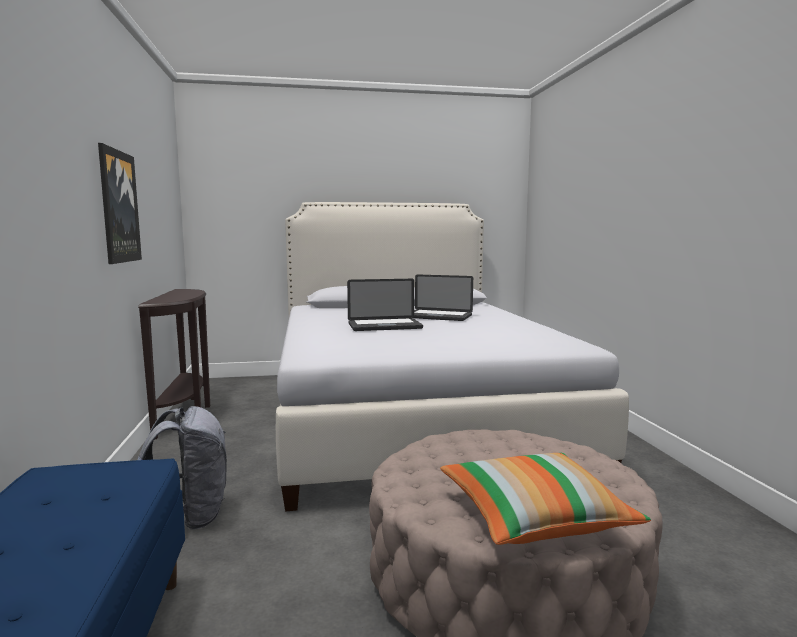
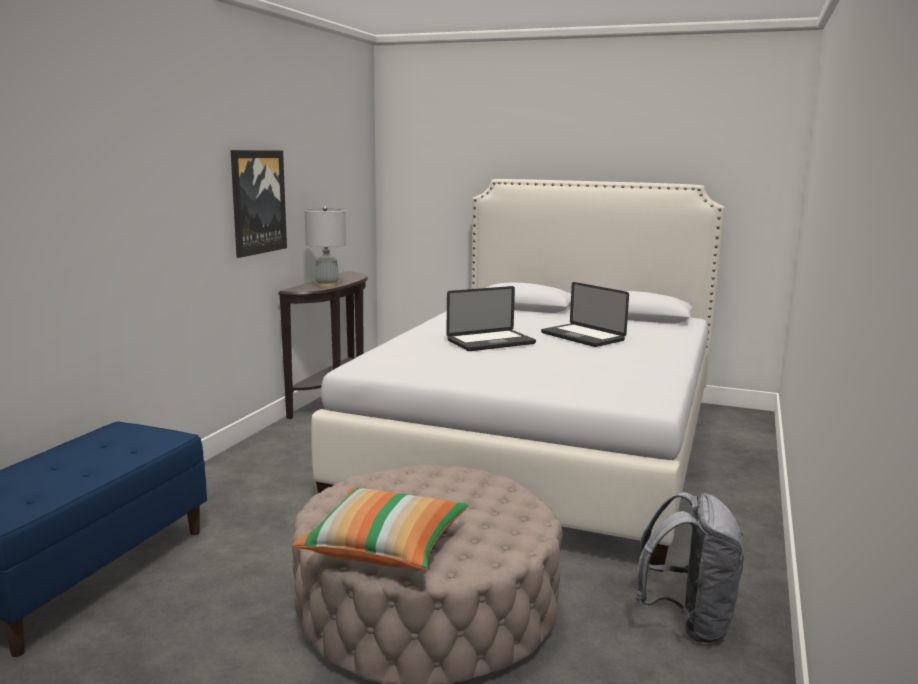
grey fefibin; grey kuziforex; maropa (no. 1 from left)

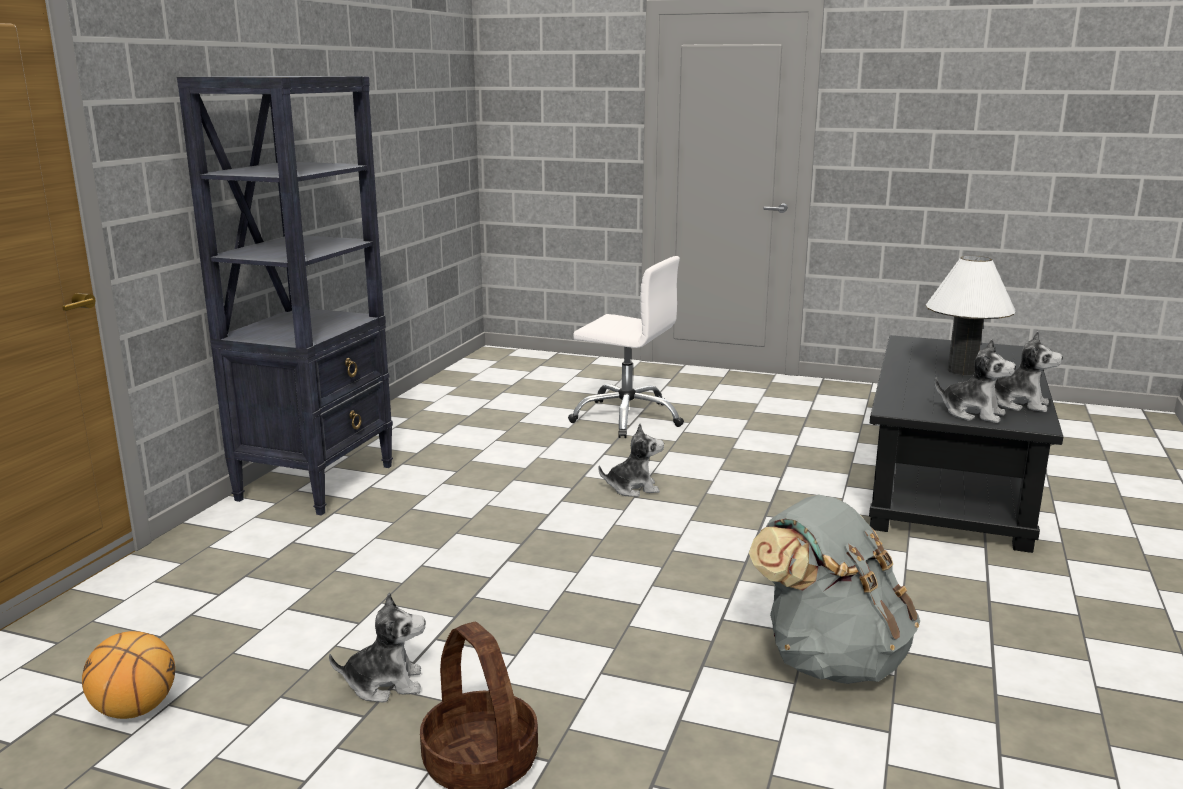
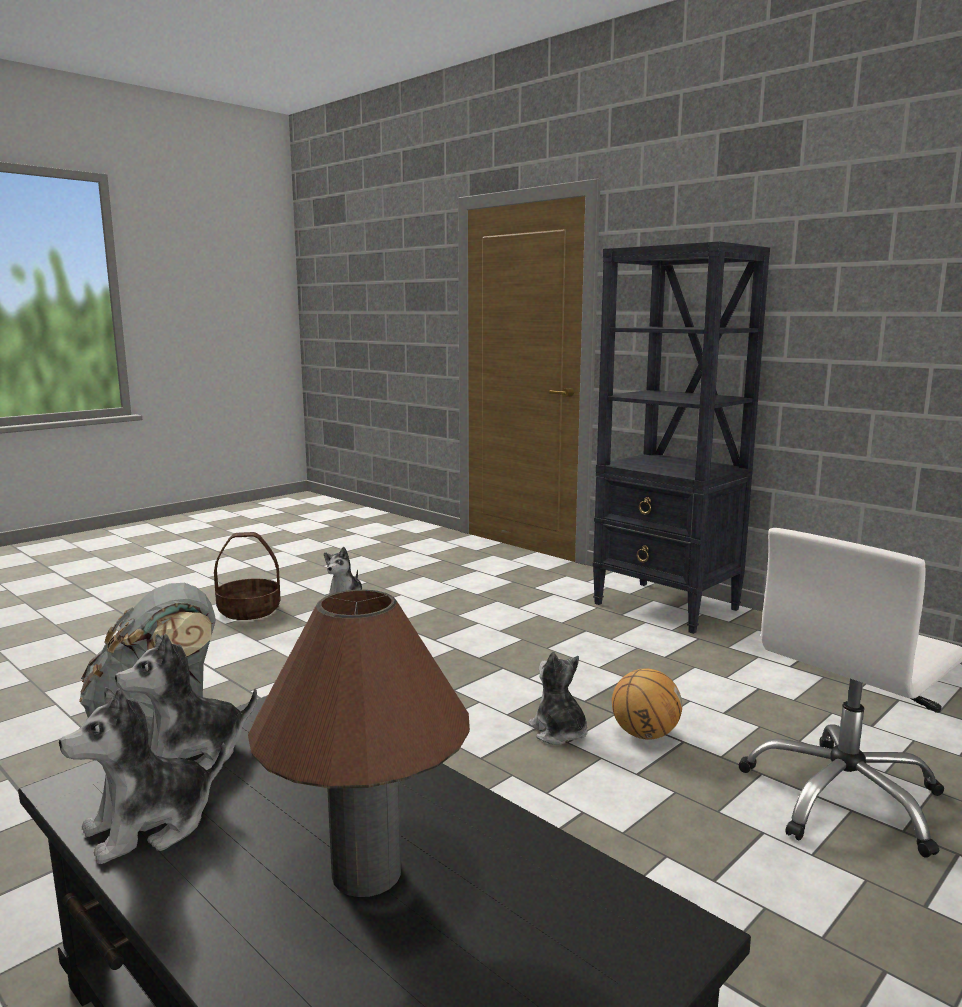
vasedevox; brown fefibin; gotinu (no. 4 from left)

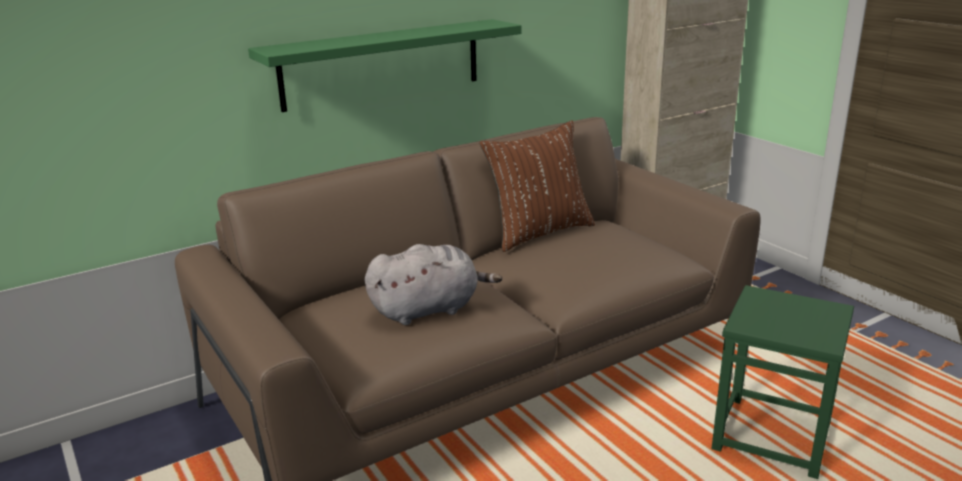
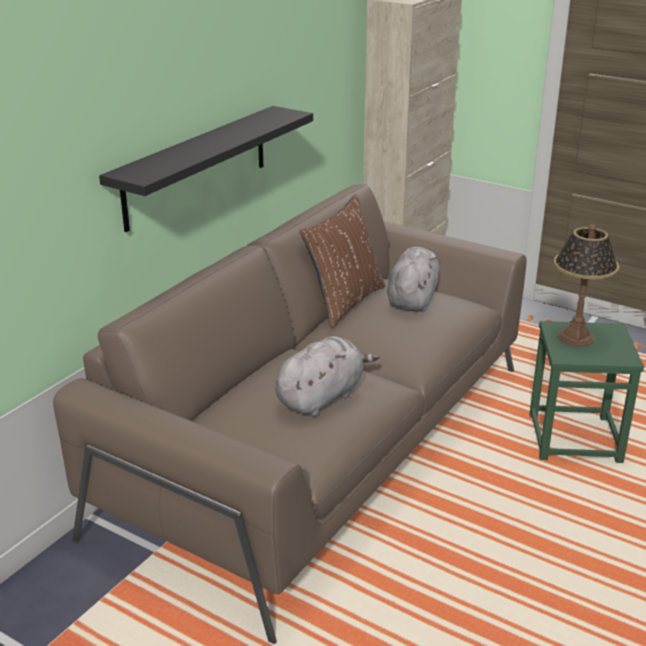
grey gotinu (no. 2 from left); fefibin; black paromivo

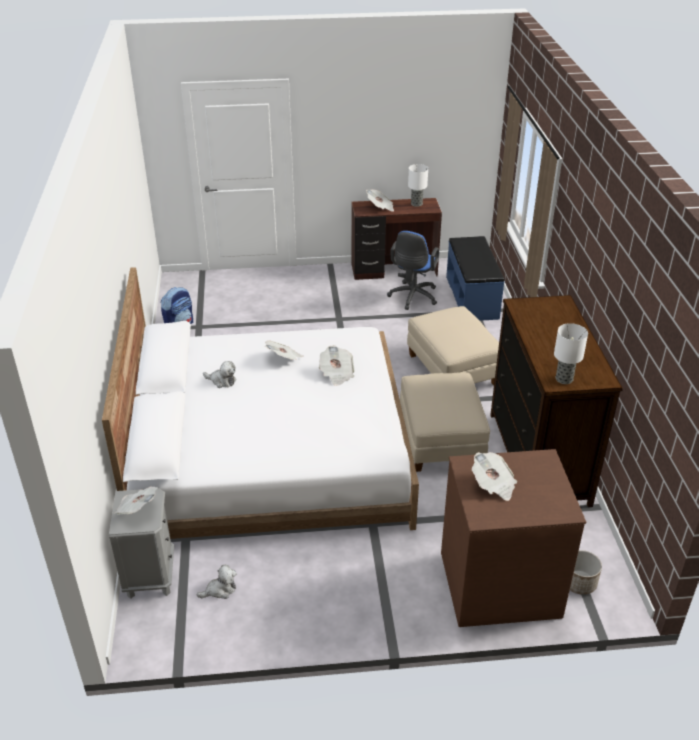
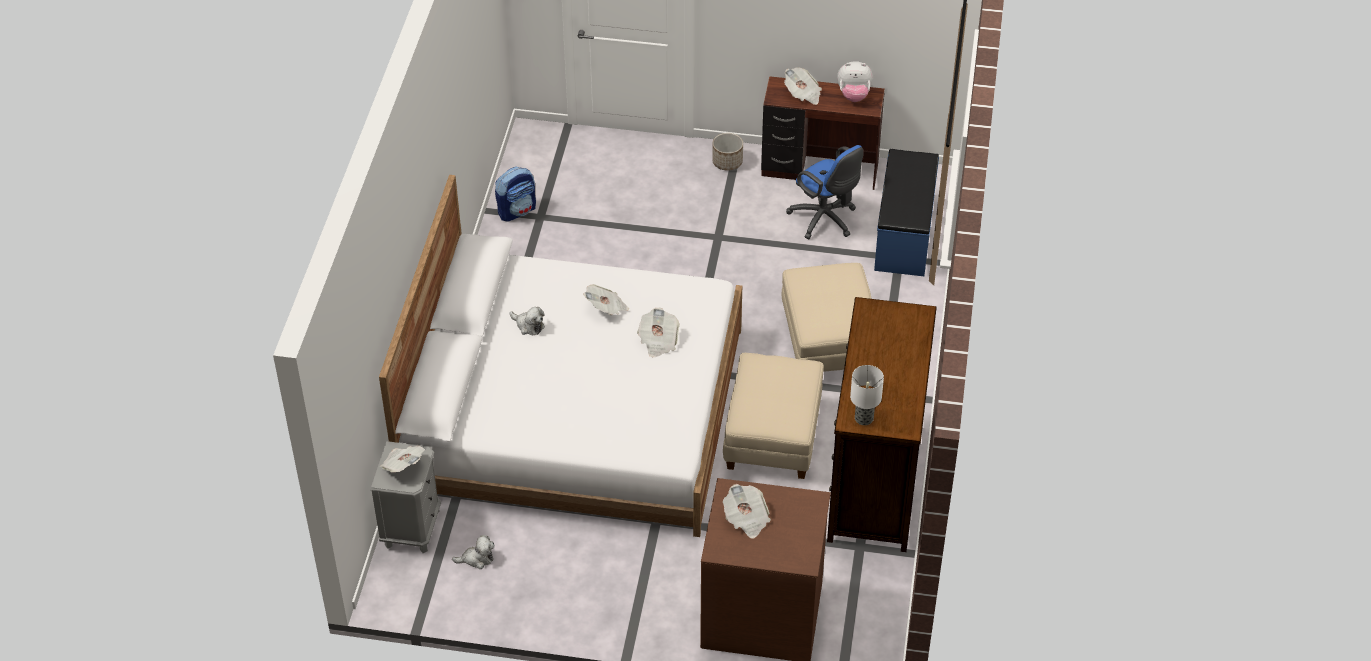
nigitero; gotinu (no. 3 from left); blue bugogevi

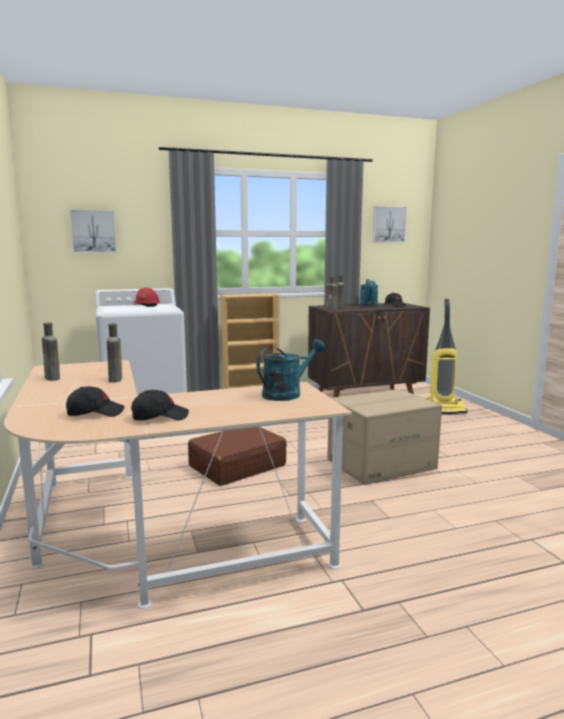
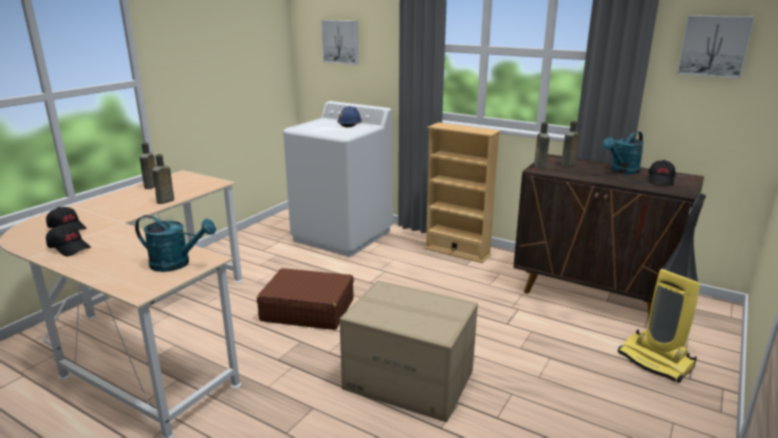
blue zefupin

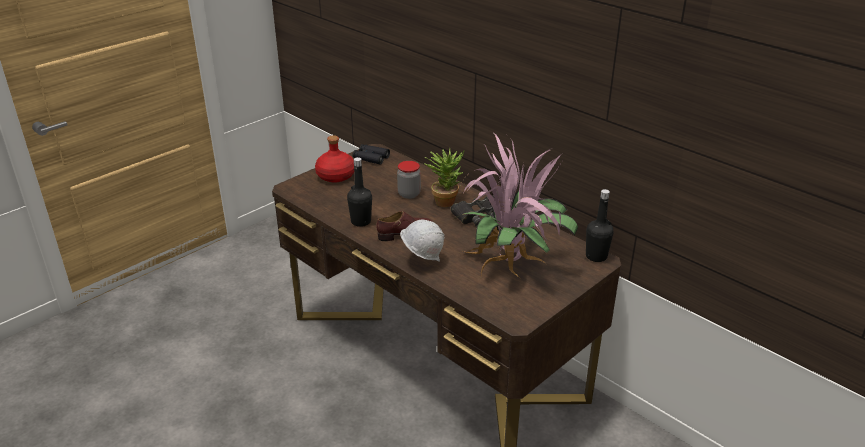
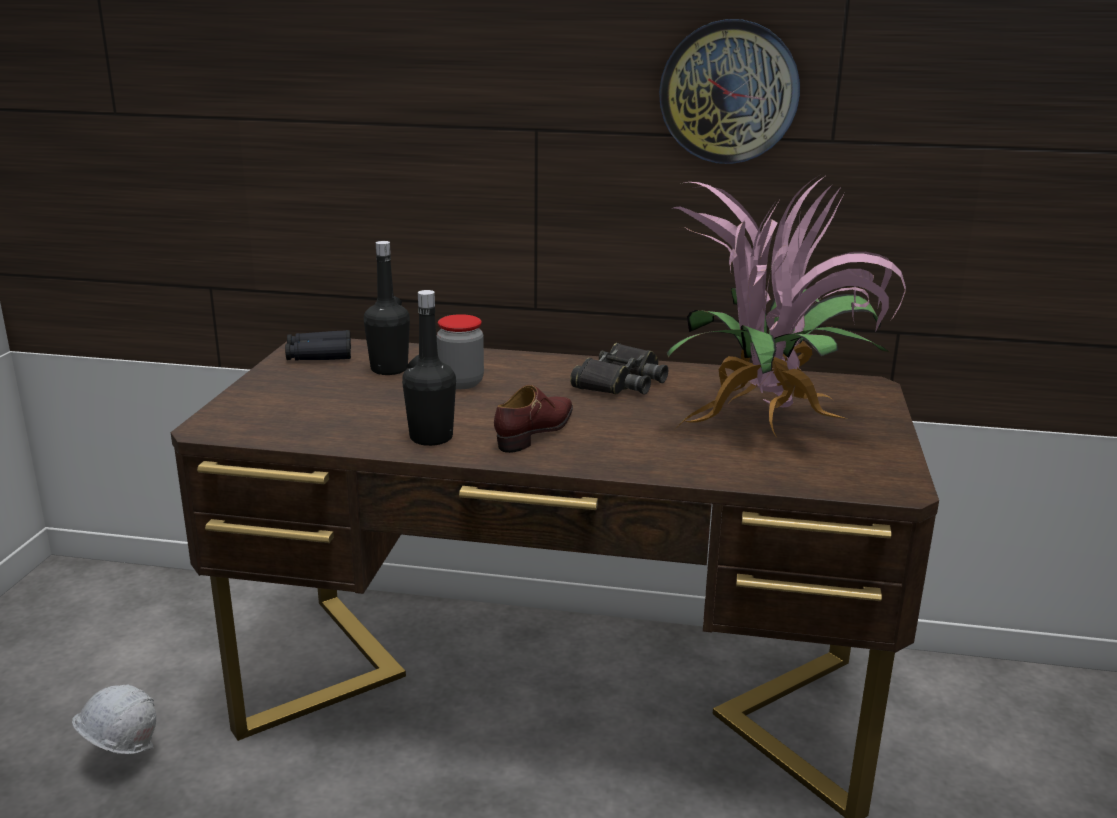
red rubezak; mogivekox (no. 1 from left in the first image); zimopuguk; white zefupin; black rubezak (no. 1 from left)

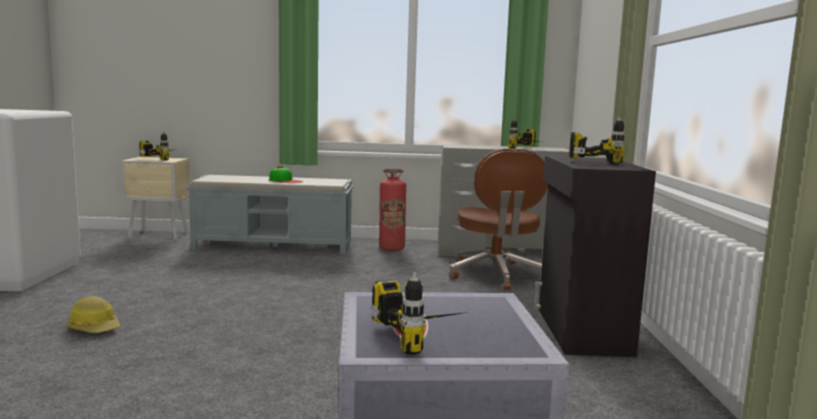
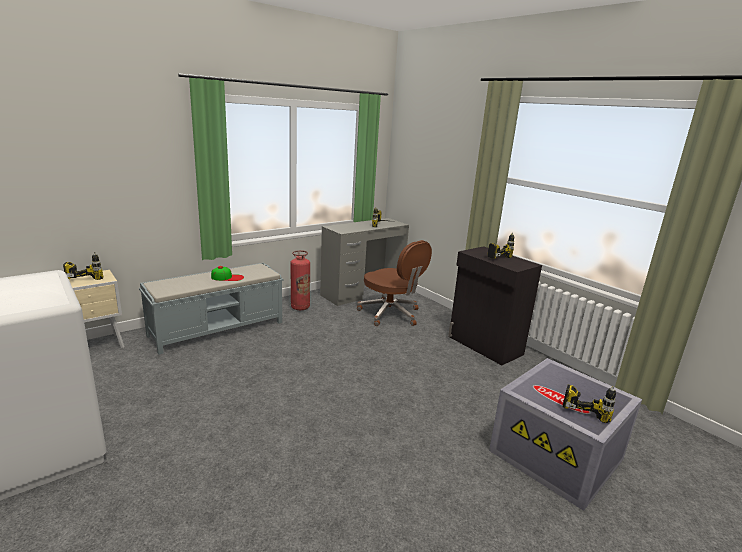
zefupin

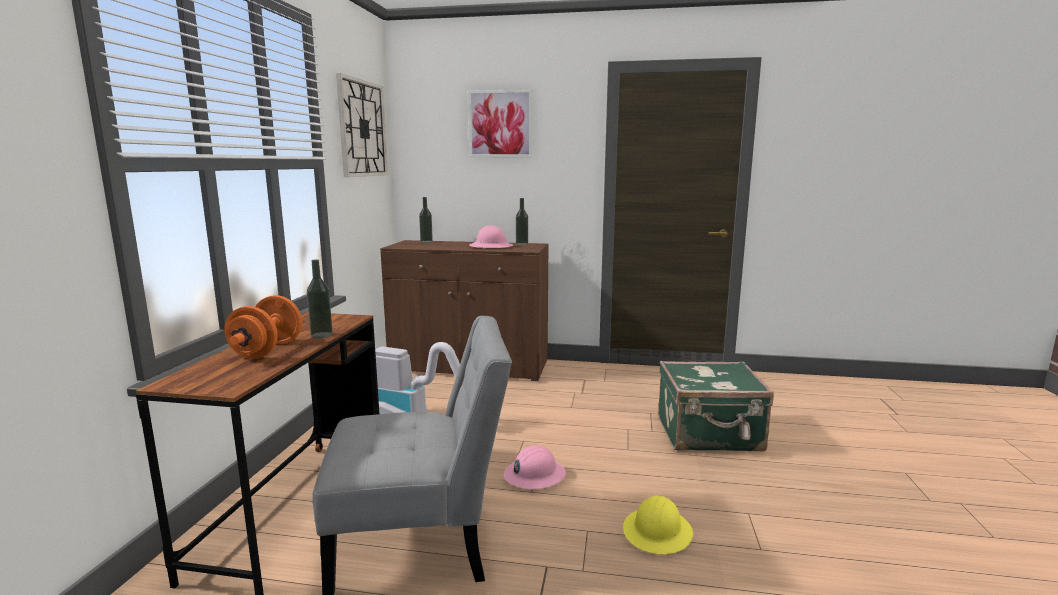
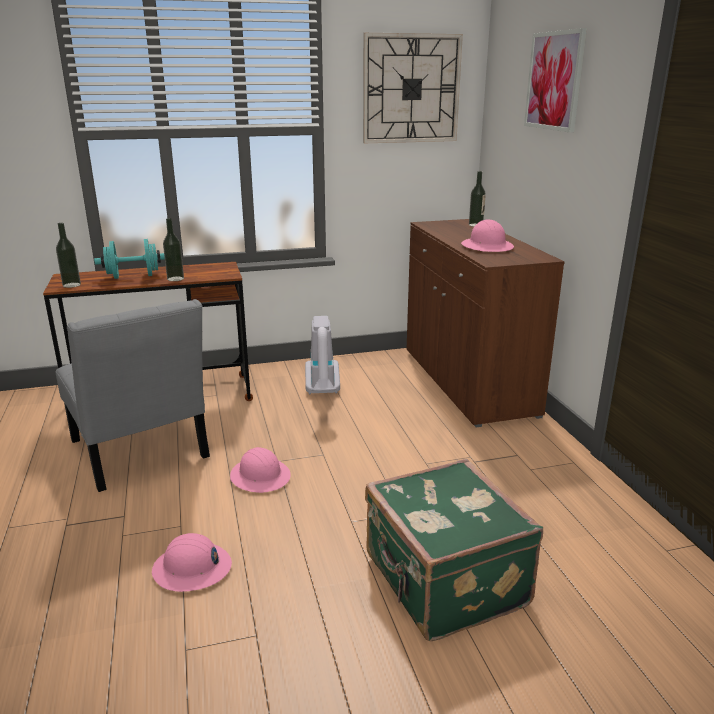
rubezak (no. 1 from left); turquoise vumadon; pink zefupin (no. 1 from left)

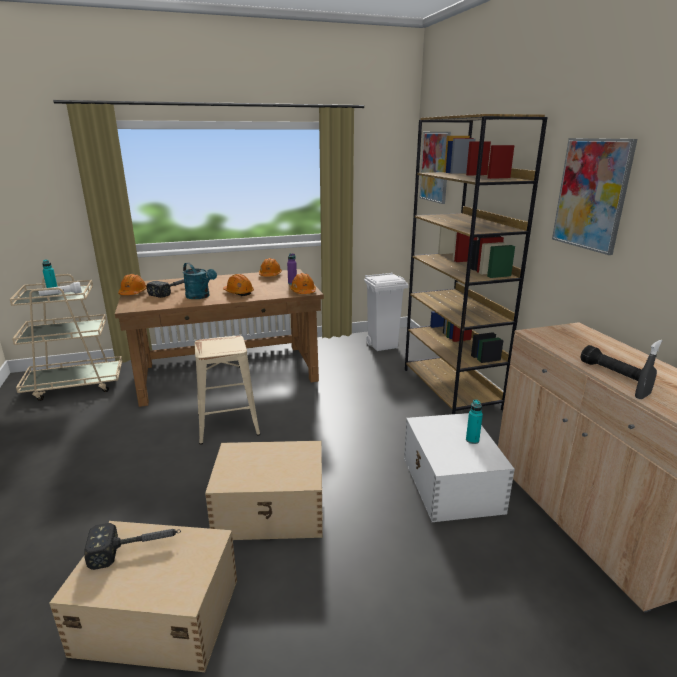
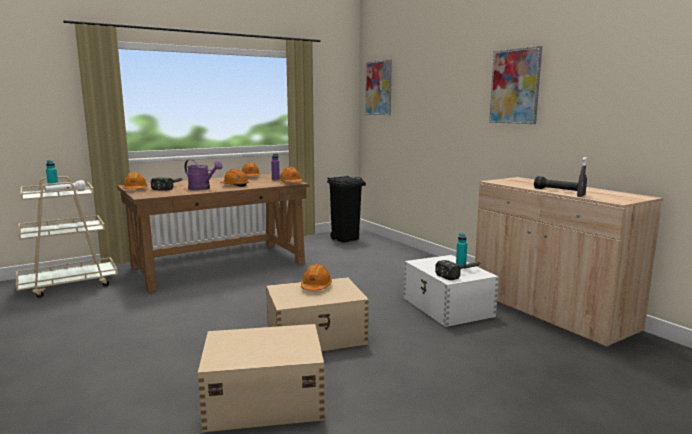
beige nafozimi; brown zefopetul; orange zefupin (no. 5 from left); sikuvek (no. 2 from left); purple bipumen; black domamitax

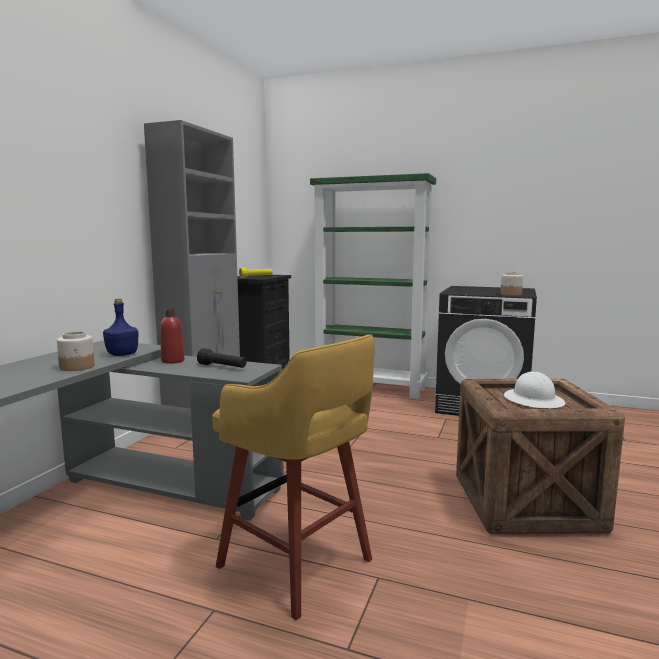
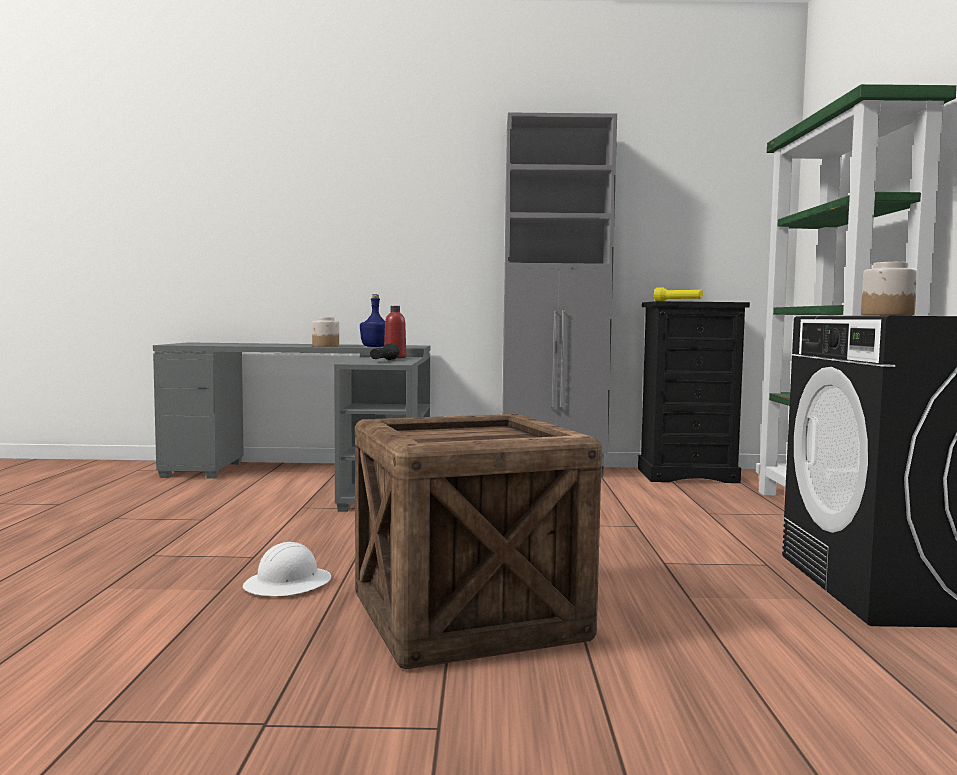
yellow nafozimi; white zefupin

